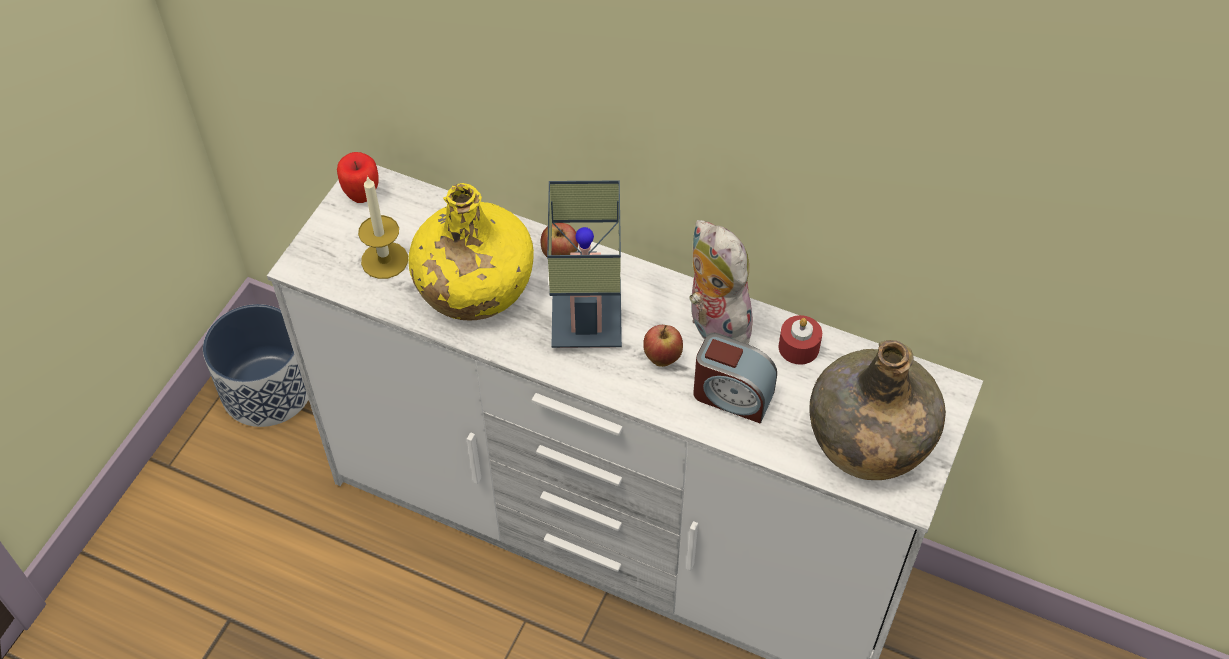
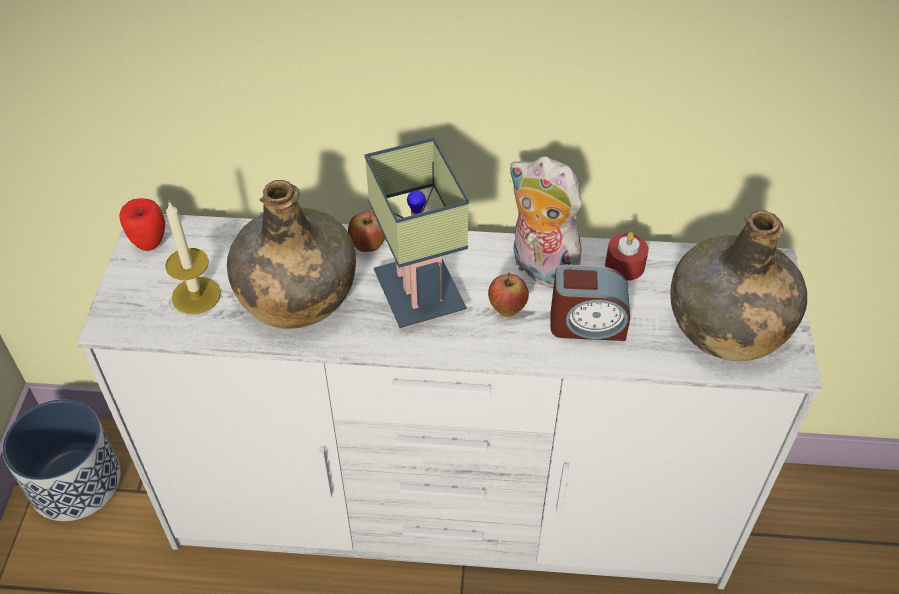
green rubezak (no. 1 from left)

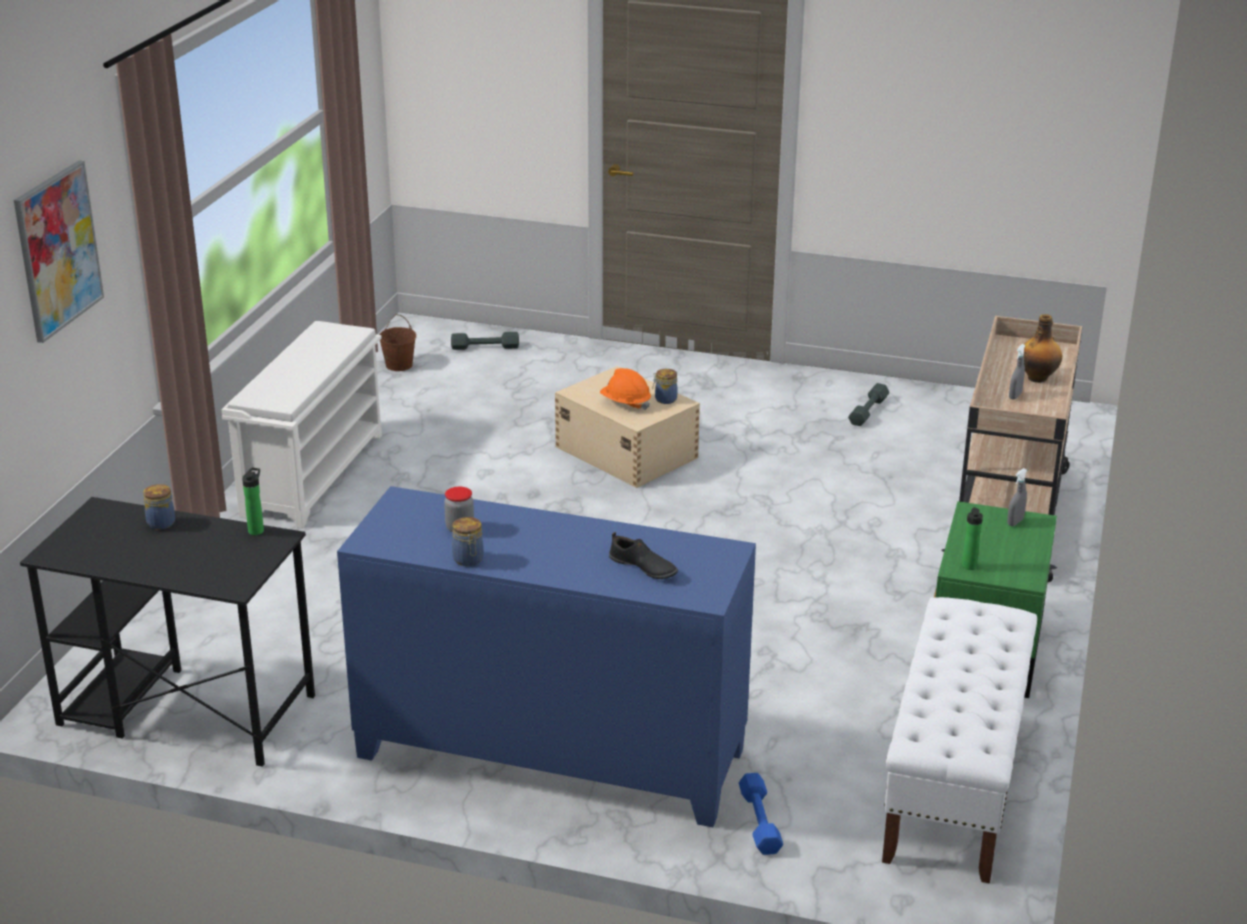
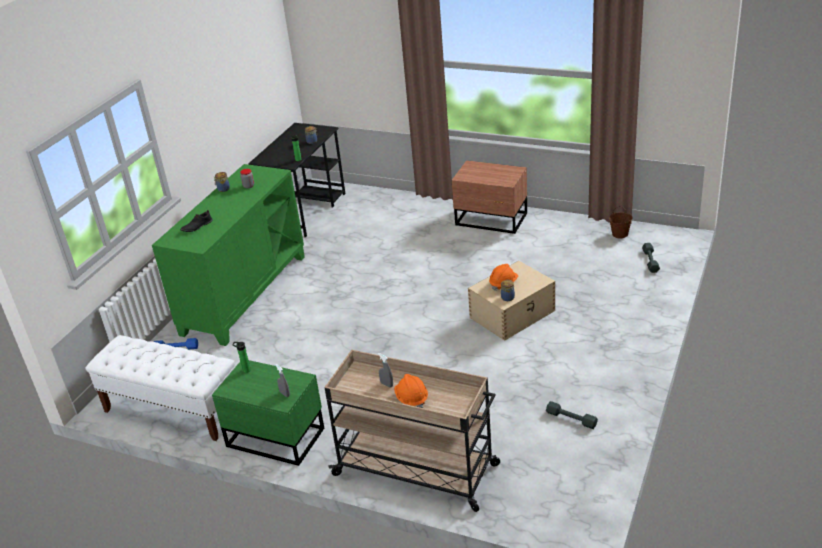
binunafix; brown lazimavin; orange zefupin (no. 1 from left); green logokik

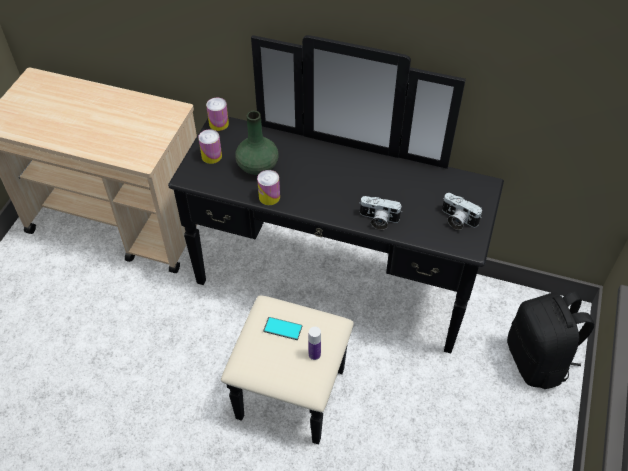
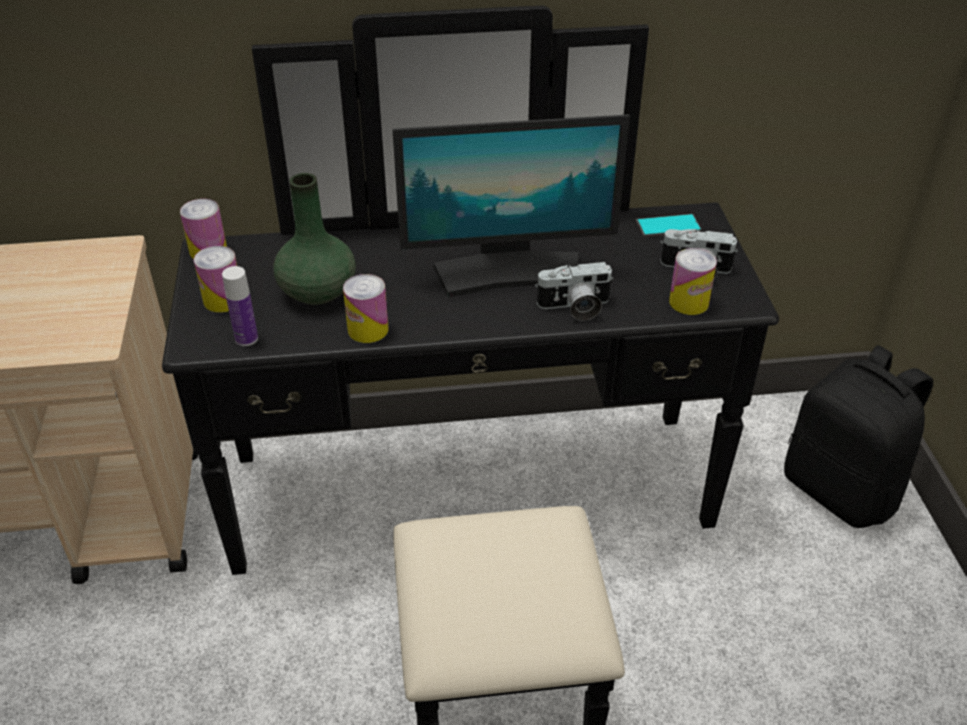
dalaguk; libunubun (no. 4 from left); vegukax; rubezak

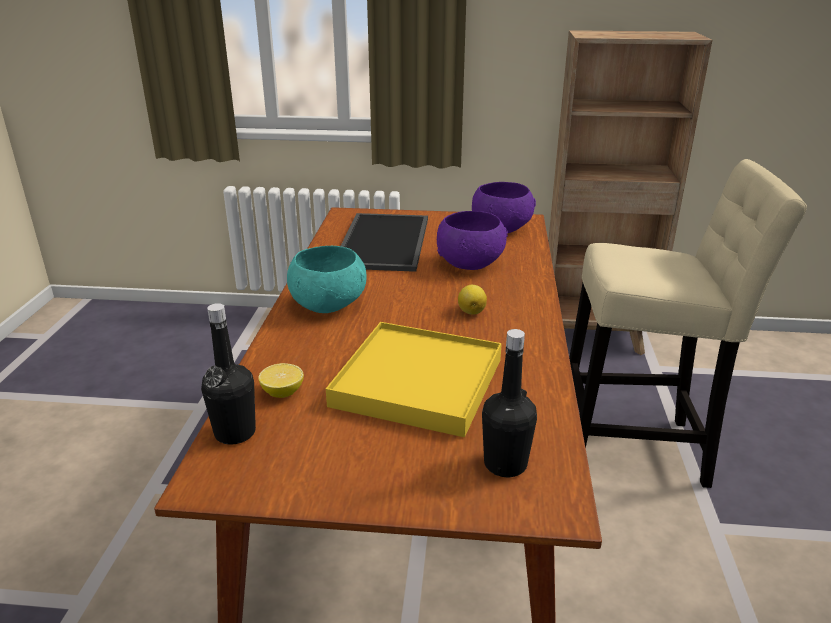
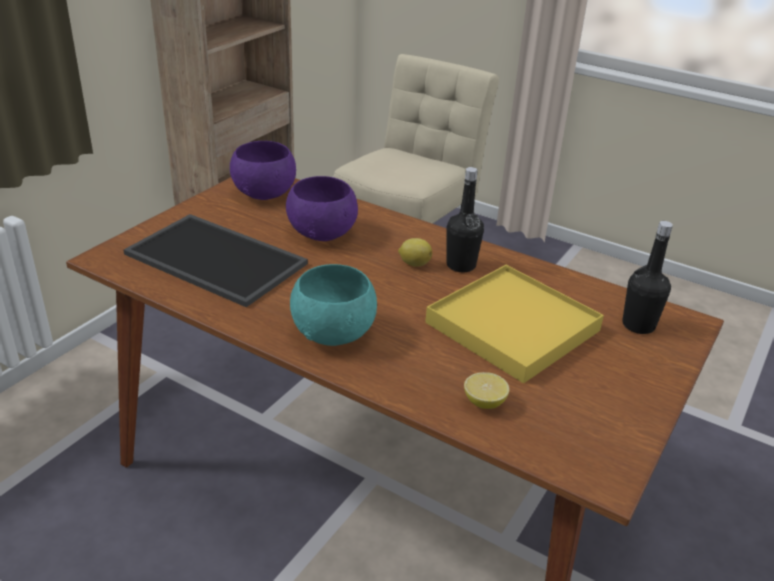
black rubezak (no. 1 from left)

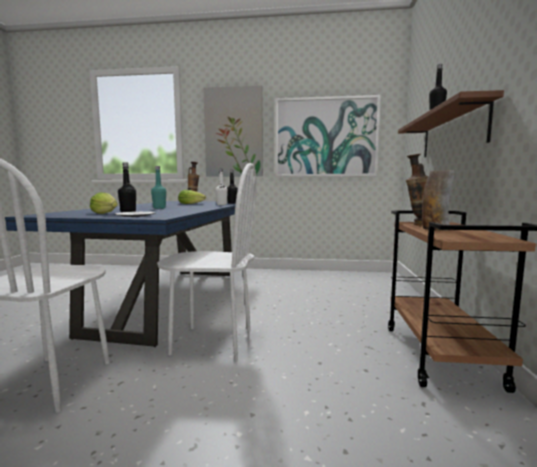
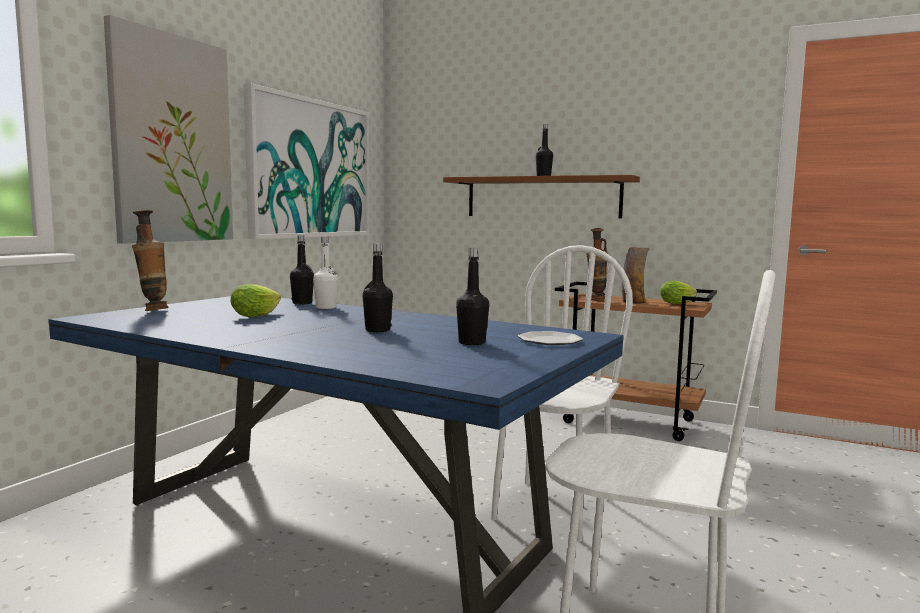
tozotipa (no. 2 from left); black rubezak (no. 2 from left)

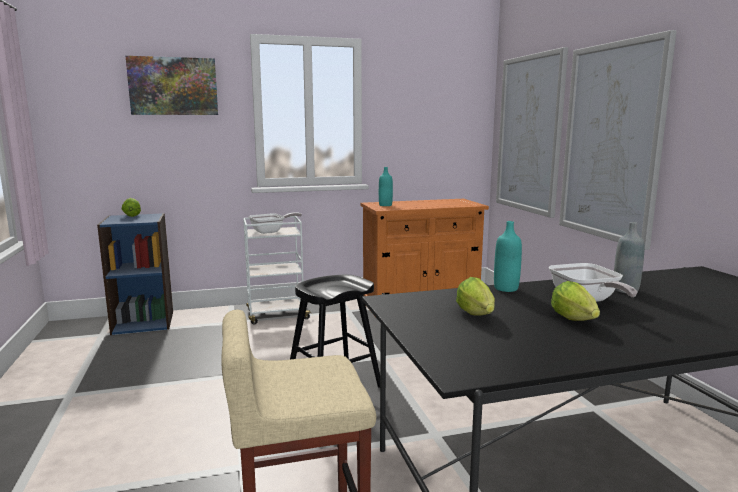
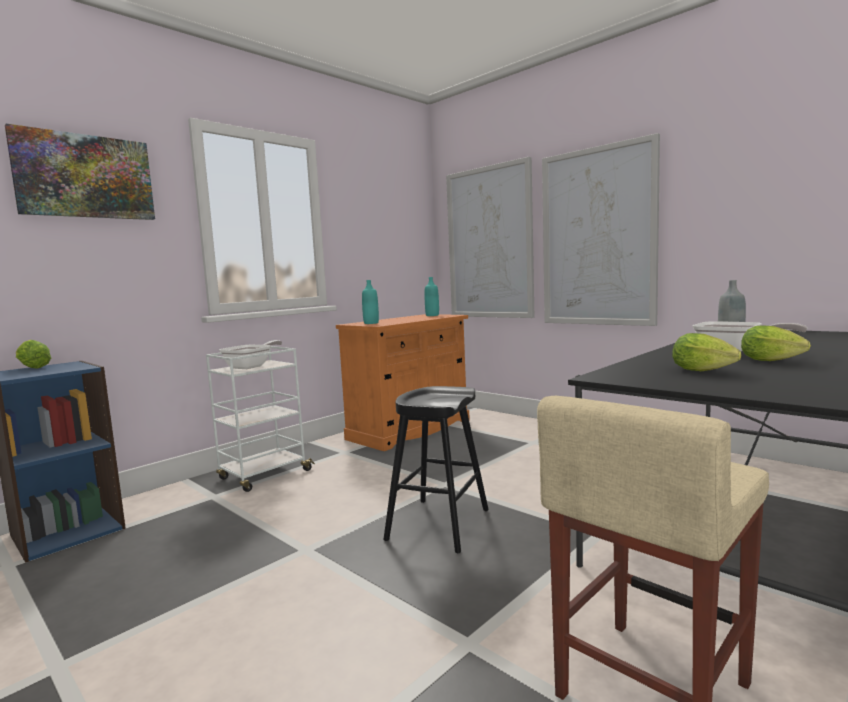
turquoise rubezak (no. 2 from left)

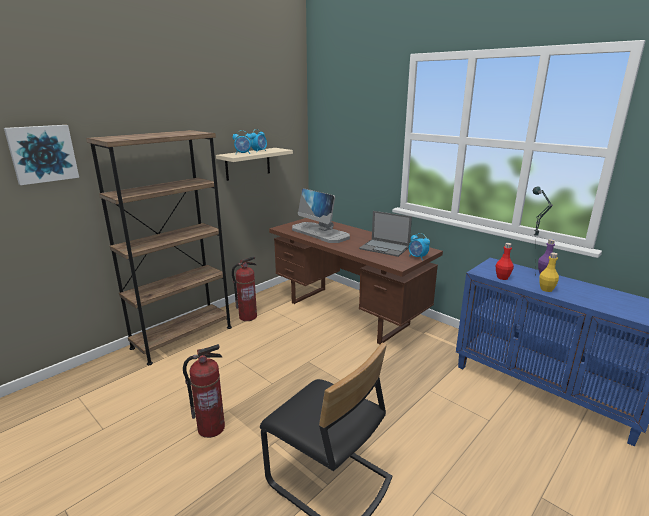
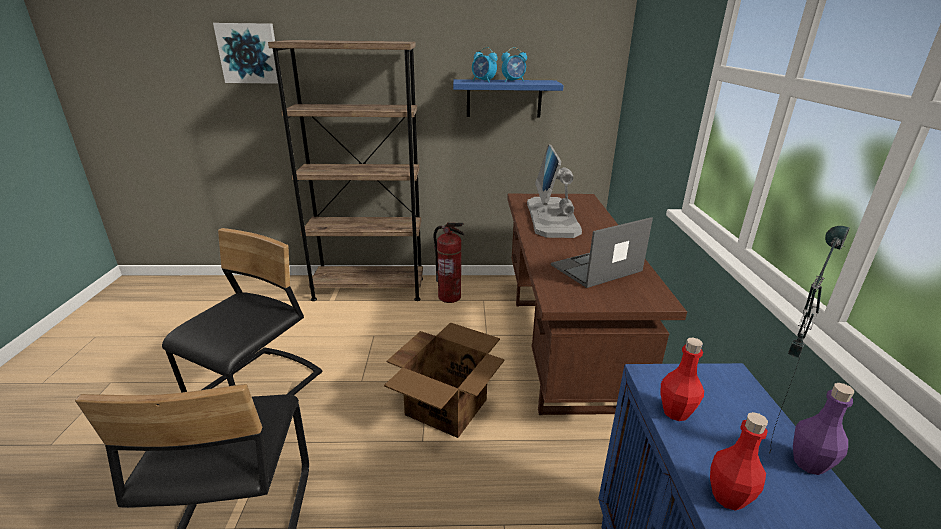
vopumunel (no. 3 from left in the first image); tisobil; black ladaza (no. 2 from left); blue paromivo; red rubezak (no. 2 from left); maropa

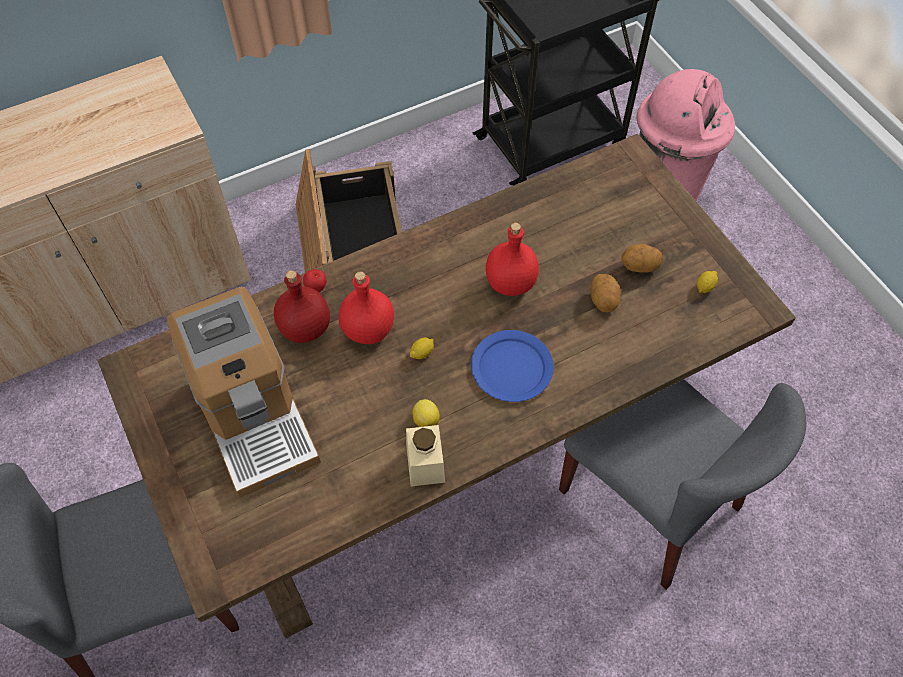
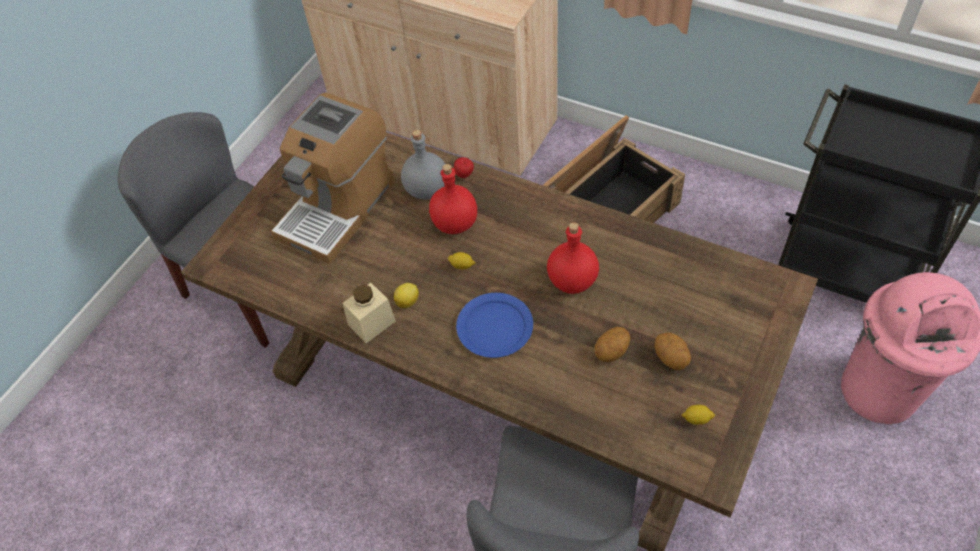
grey rubezak

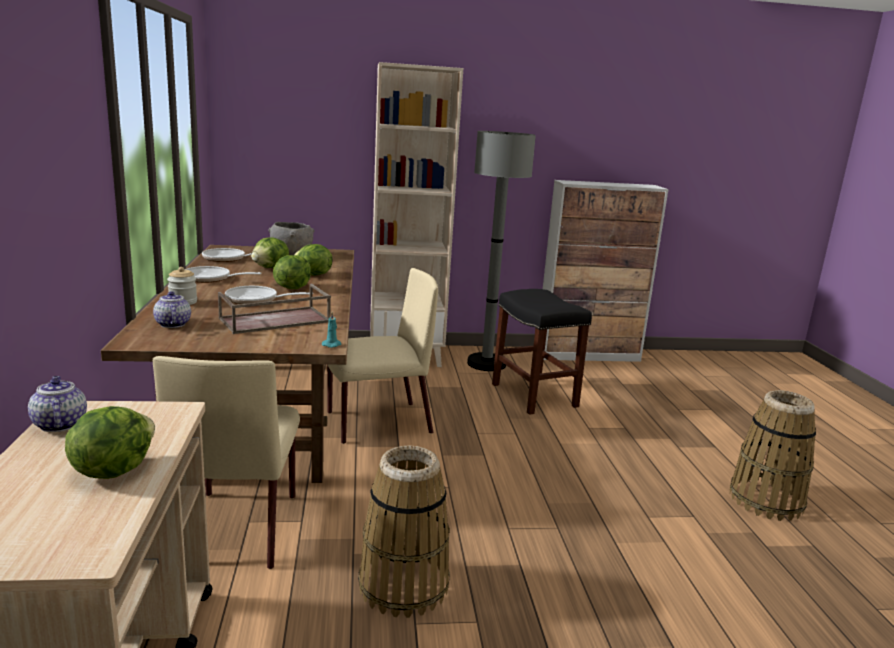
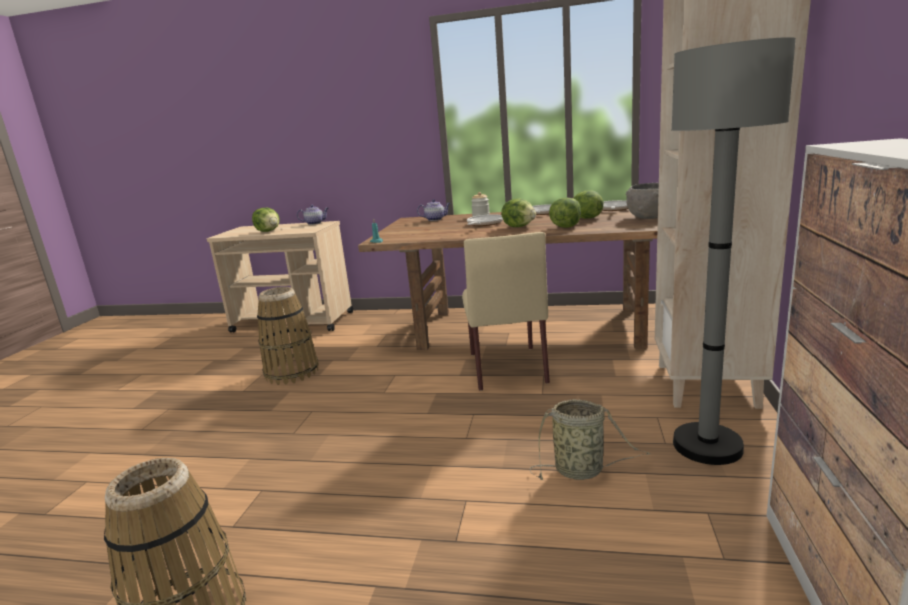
beige ladaza (no. 1 from left in the first image); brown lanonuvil; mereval (no. 3 from left)

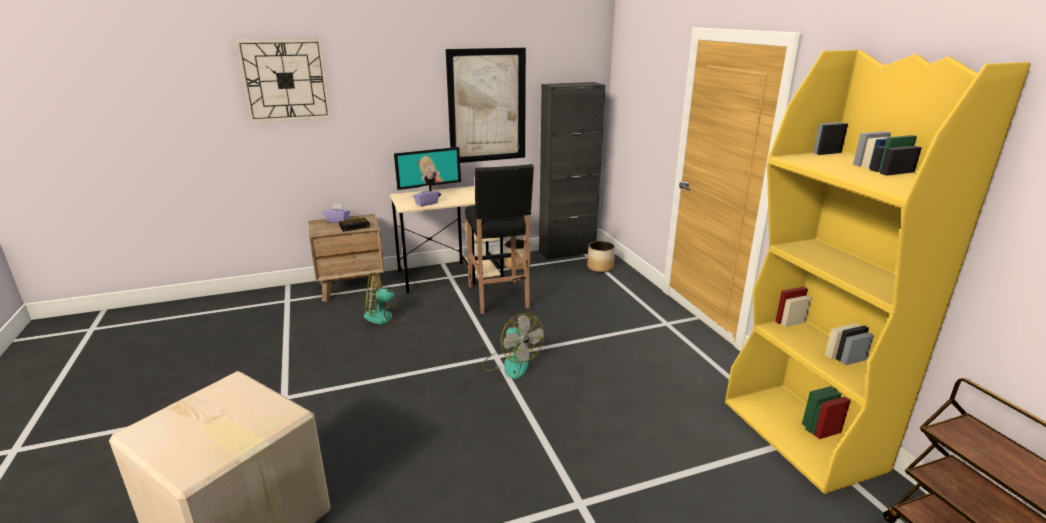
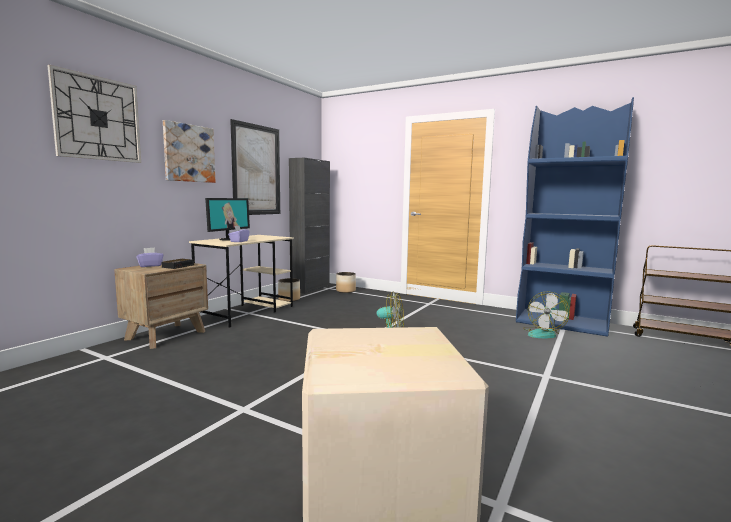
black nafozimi; binunafix (no. 1 from left); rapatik (no. 2 from left); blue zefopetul

